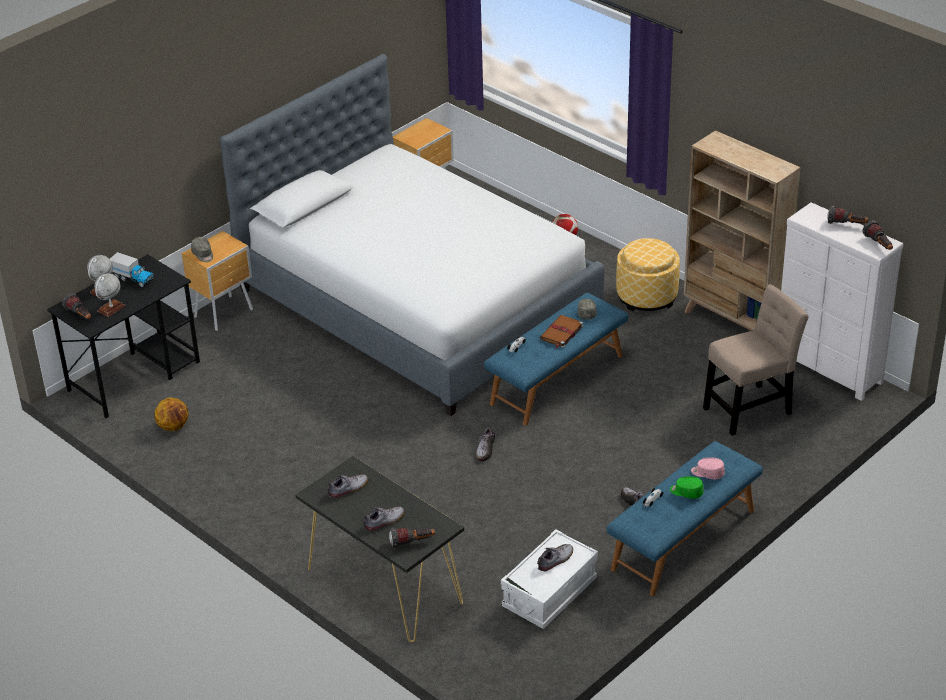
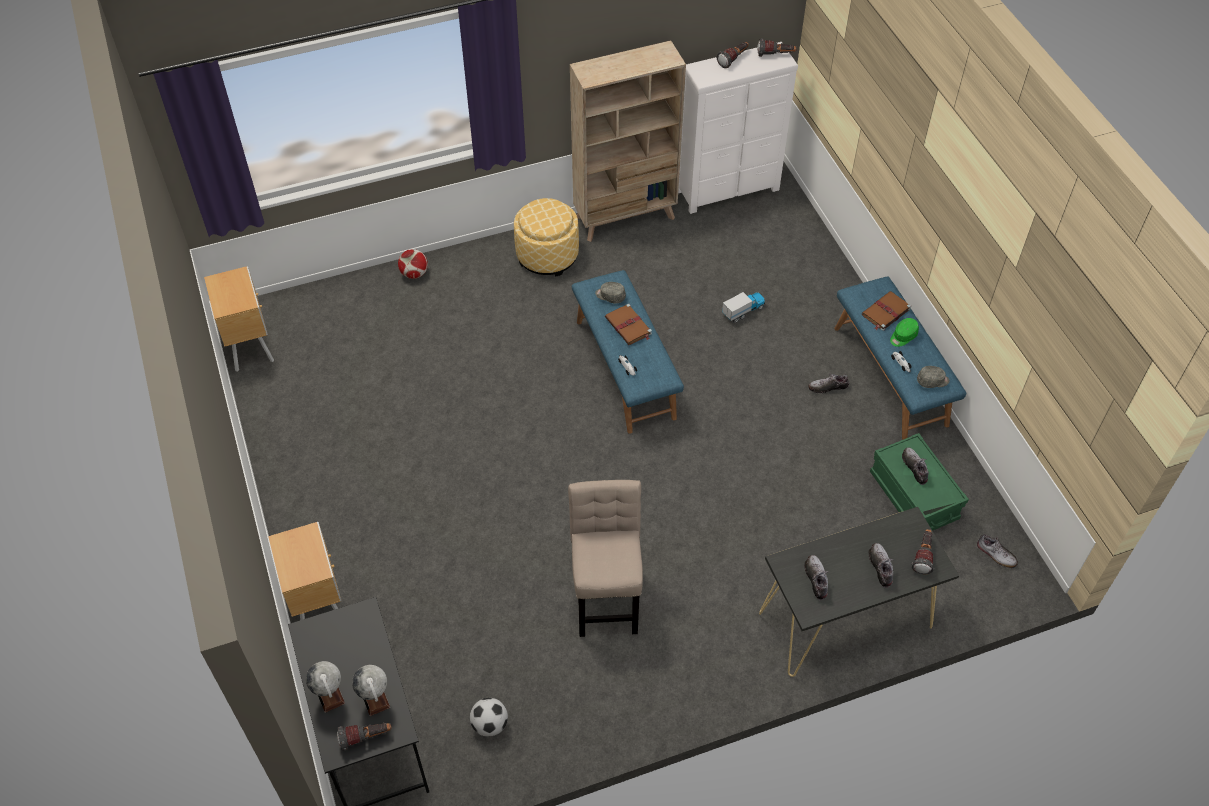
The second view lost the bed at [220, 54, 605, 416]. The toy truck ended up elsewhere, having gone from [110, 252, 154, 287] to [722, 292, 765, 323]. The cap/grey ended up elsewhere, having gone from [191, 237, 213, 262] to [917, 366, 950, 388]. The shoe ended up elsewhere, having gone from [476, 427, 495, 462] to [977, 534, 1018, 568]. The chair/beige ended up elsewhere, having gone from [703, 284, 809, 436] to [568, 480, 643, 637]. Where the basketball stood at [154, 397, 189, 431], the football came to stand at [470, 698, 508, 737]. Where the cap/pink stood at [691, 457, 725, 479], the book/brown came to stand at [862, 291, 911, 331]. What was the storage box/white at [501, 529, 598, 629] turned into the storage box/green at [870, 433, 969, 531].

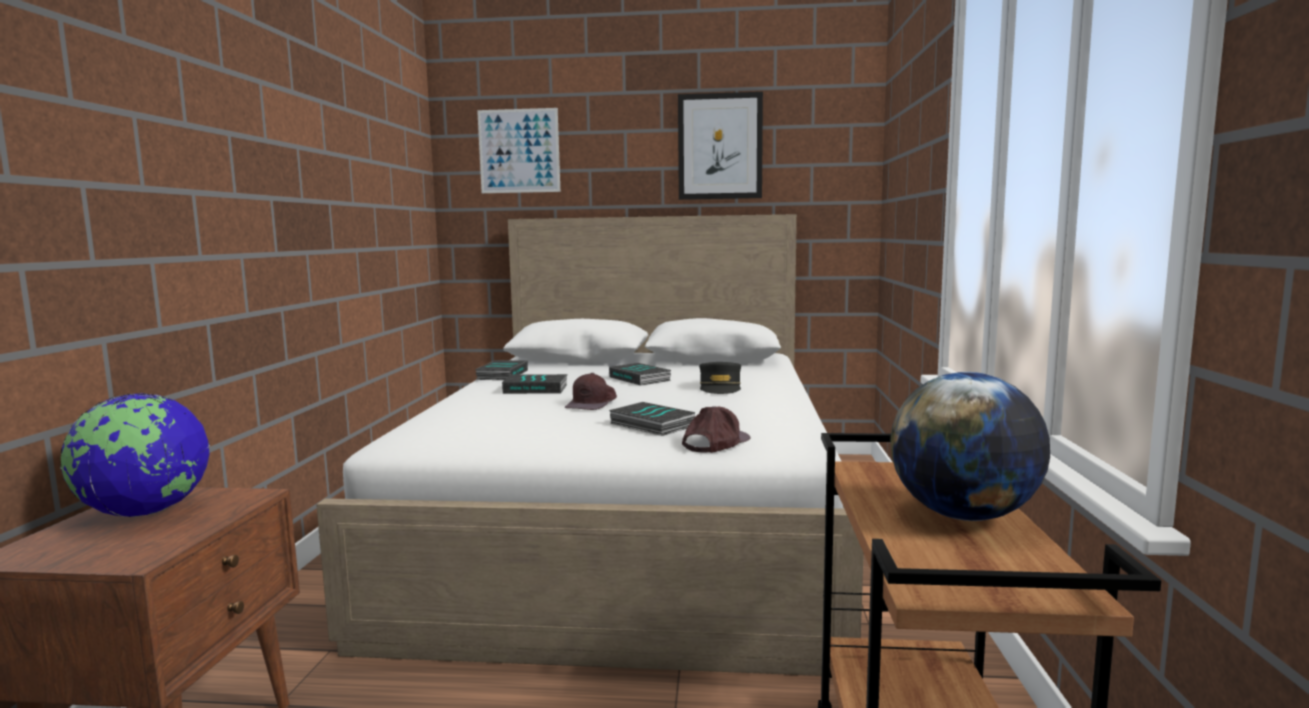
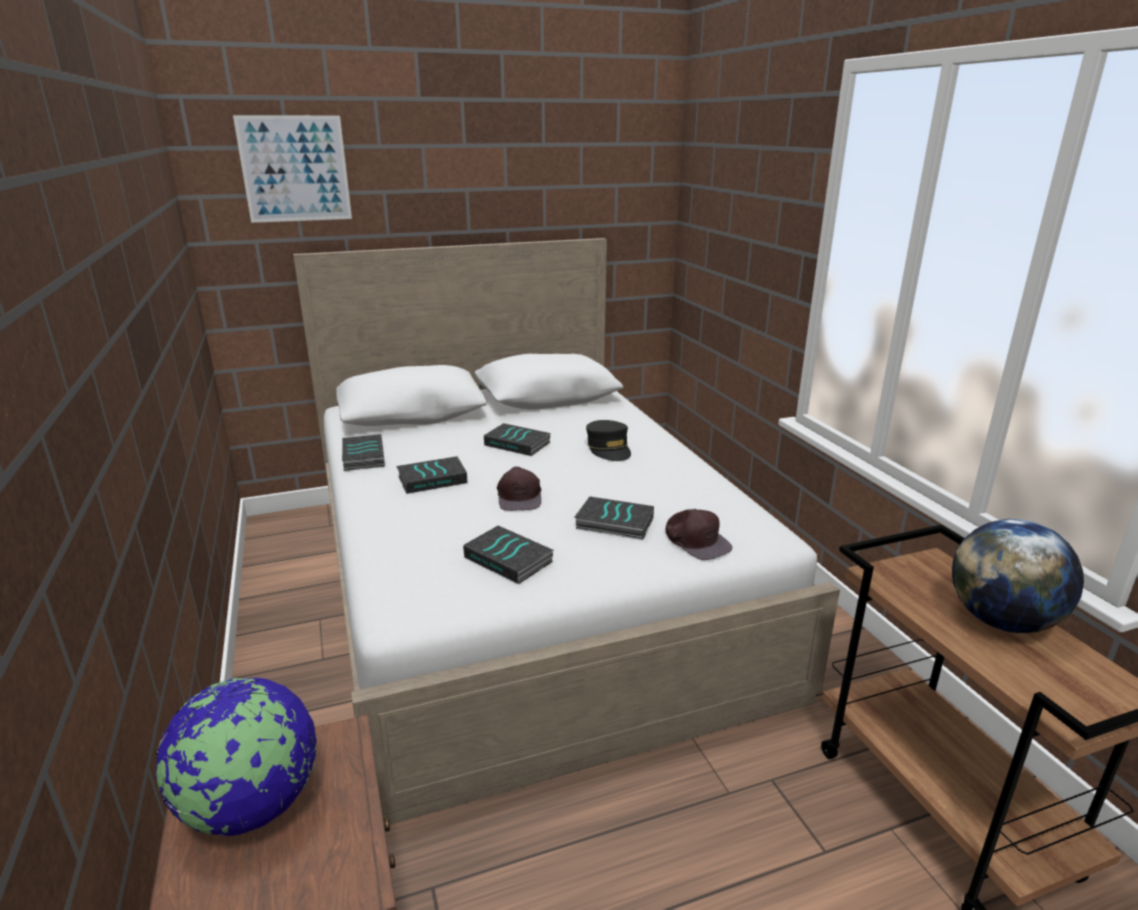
The second view lost the picture at [678, 92, 763, 200]. The second view gained the book at [463, 525, 554, 584]. The cap/brown at [682, 406, 750, 453] ended up facing another way, 135 degrees clockwise from before.

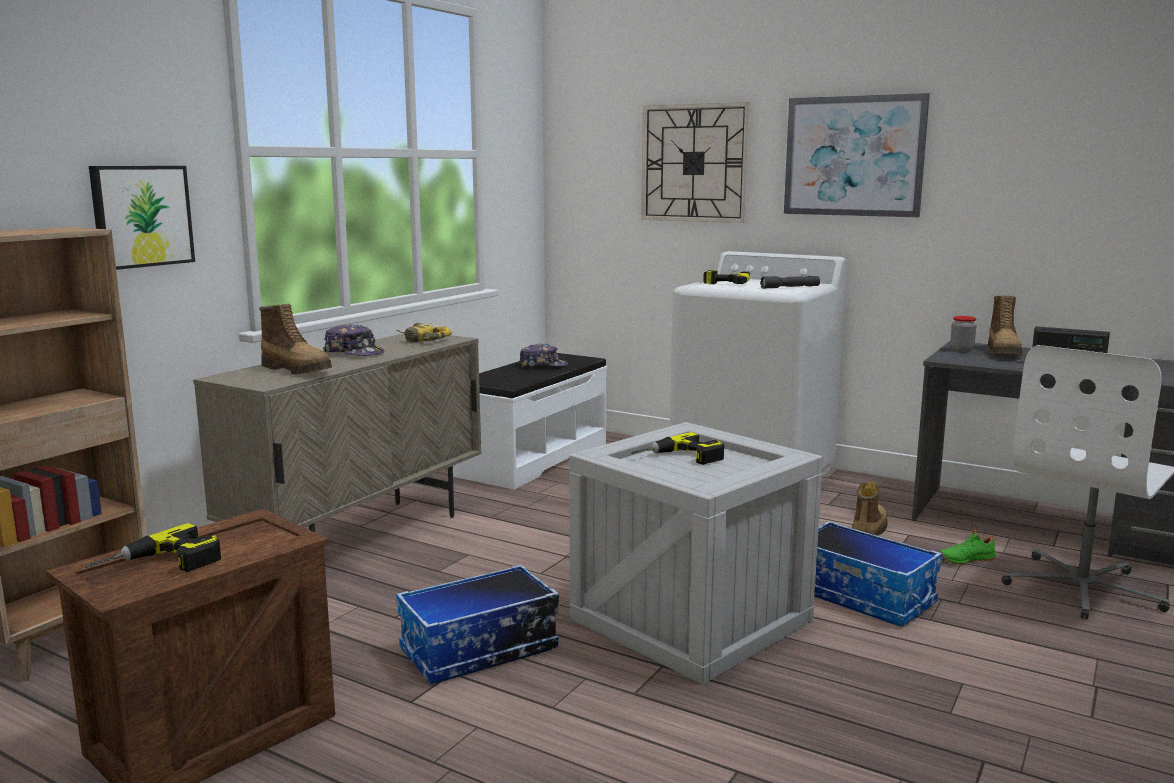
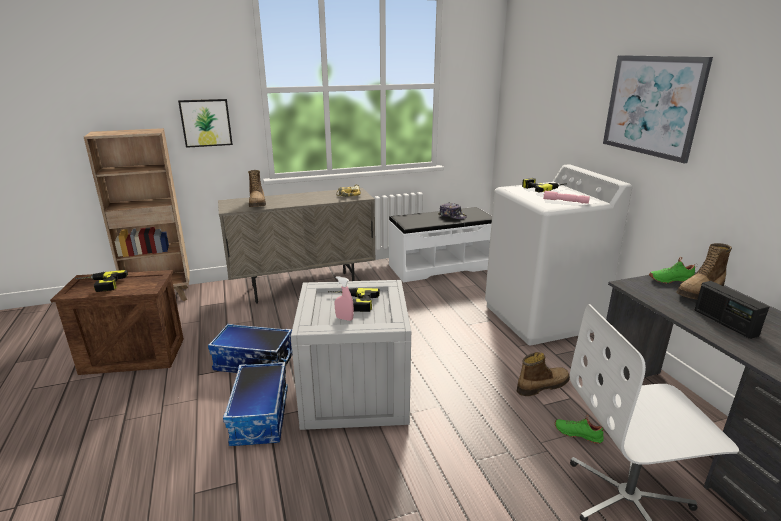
The second view lost the cap at [323, 324, 384, 356]. The second view lost the wall clock at [641, 102, 751, 223]. The second view gained the spray bottle/pink at [335, 276, 354, 321]. The storage box ended up elsewhere, having gone from [814, 521, 943, 626] to [223, 362, 288, 446]. Where the jar stood at [950, 316, 977, 352], the shoe/green came to stand at [649, 257, 698, 283]. What was the flashlight/grey at [760, 276, 820, 289] turned into the flashlight/pink at [543, 191, 590, 204].

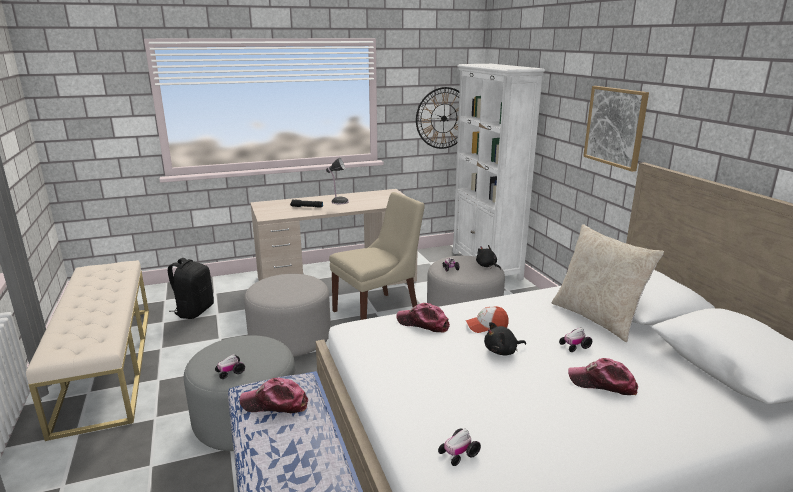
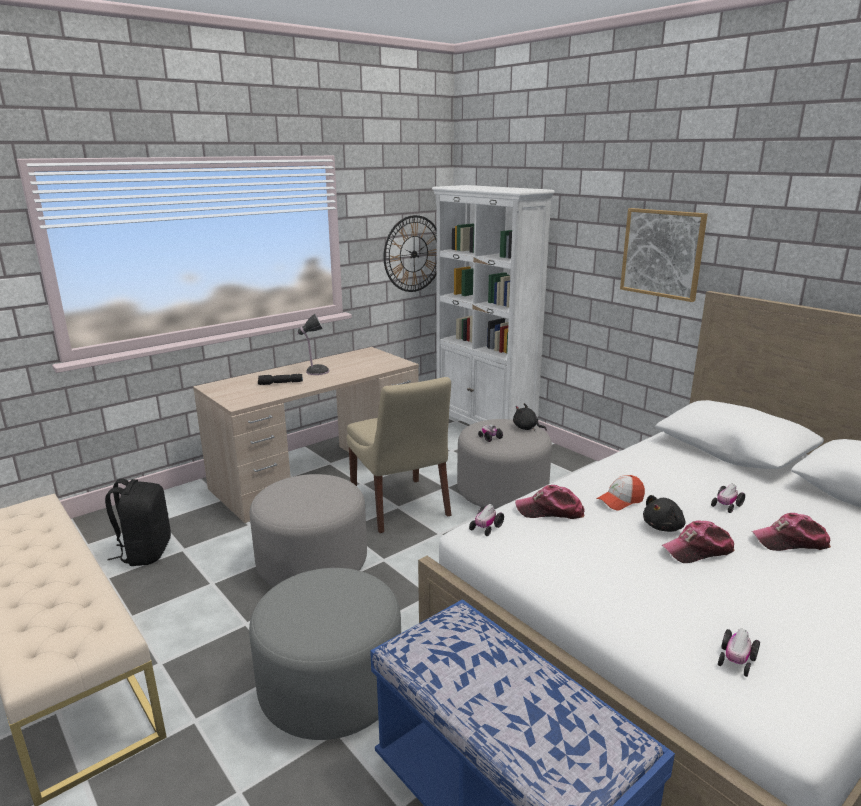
The second view lost the pillow/beige at [552, 224, 664, 342]. The toy car ended up elsewhere, having gone from [215, 354, 245, 379] to [469, 504, 504, 536]. The cap ended up elsewhere, having gone from [240, 378, 308, 413] to [661, 520, 735, 563]. The chair/beige at [329, 192, 425, 320] ended up facing another way, 120 degrees clockwise from before.

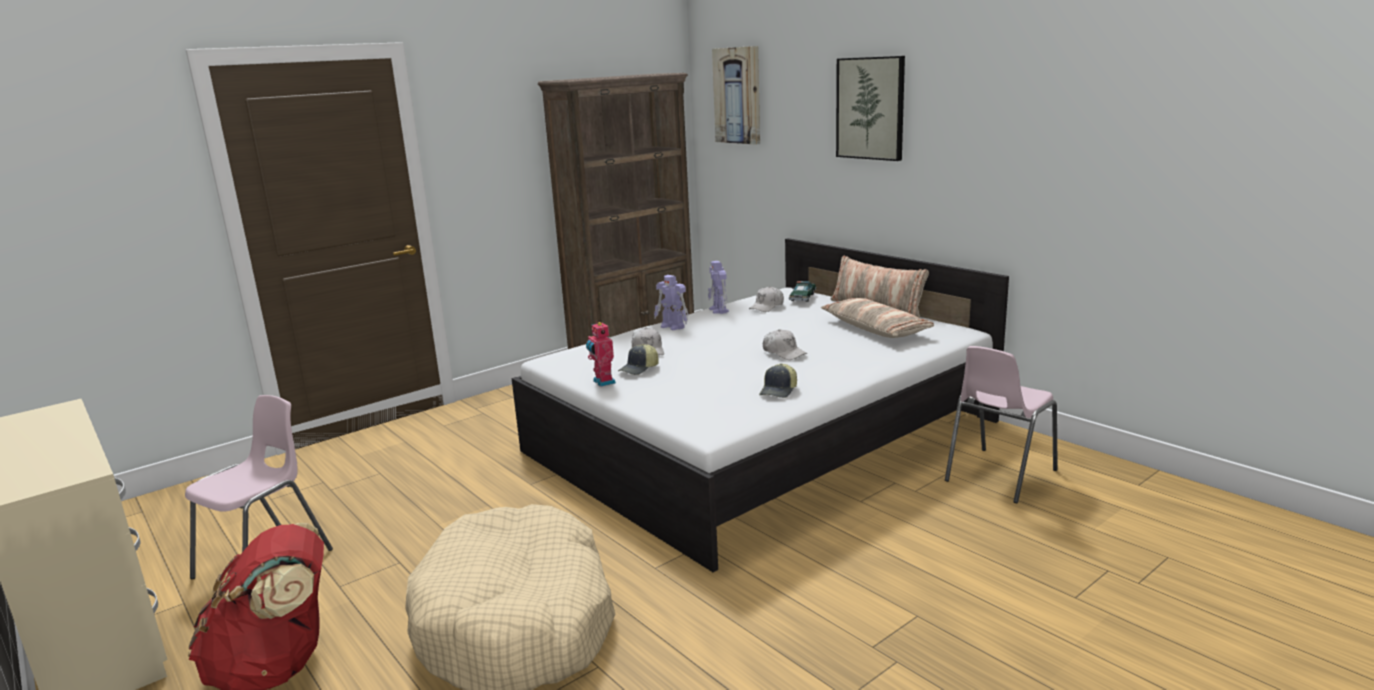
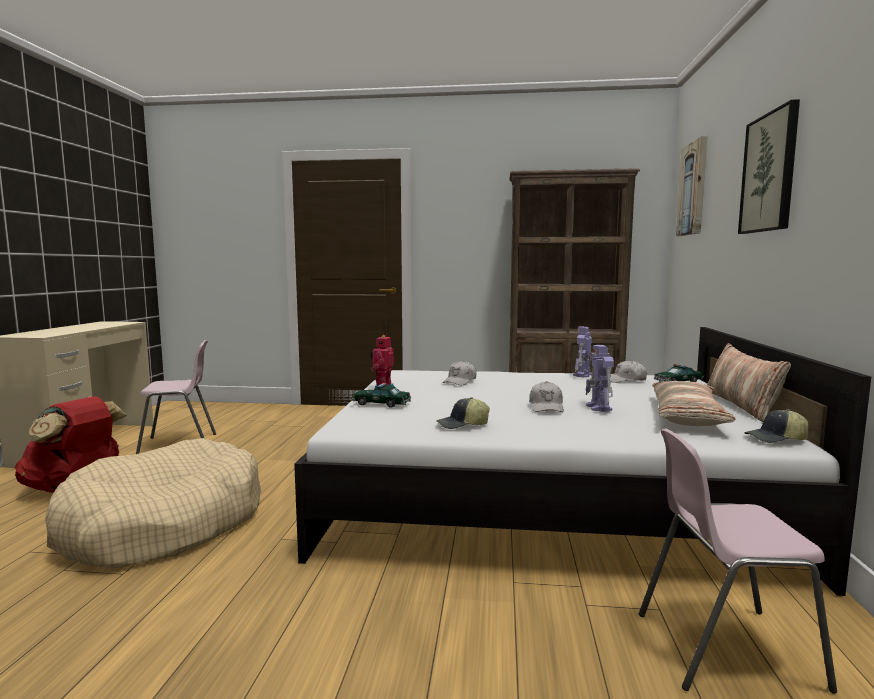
The second view gained the toy car at [352, 383, 411, 408]. The cap ended up elsewhere, having gone from [618, 344, 659, 375] to [745, 409, 809, 443]. The toy robot ended up elsewhere, having gone from [654, 275, 689, 330] to [586, 345, 614, 412].

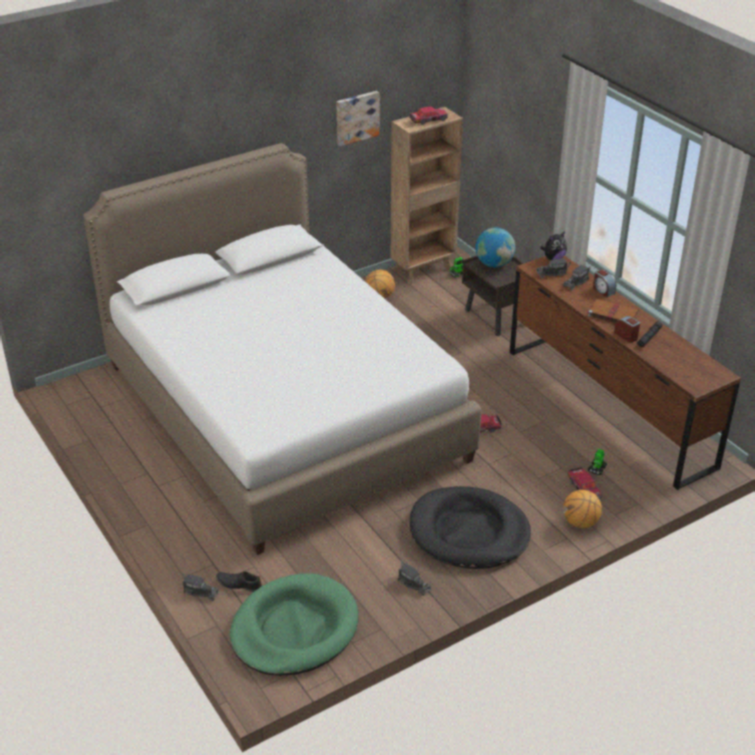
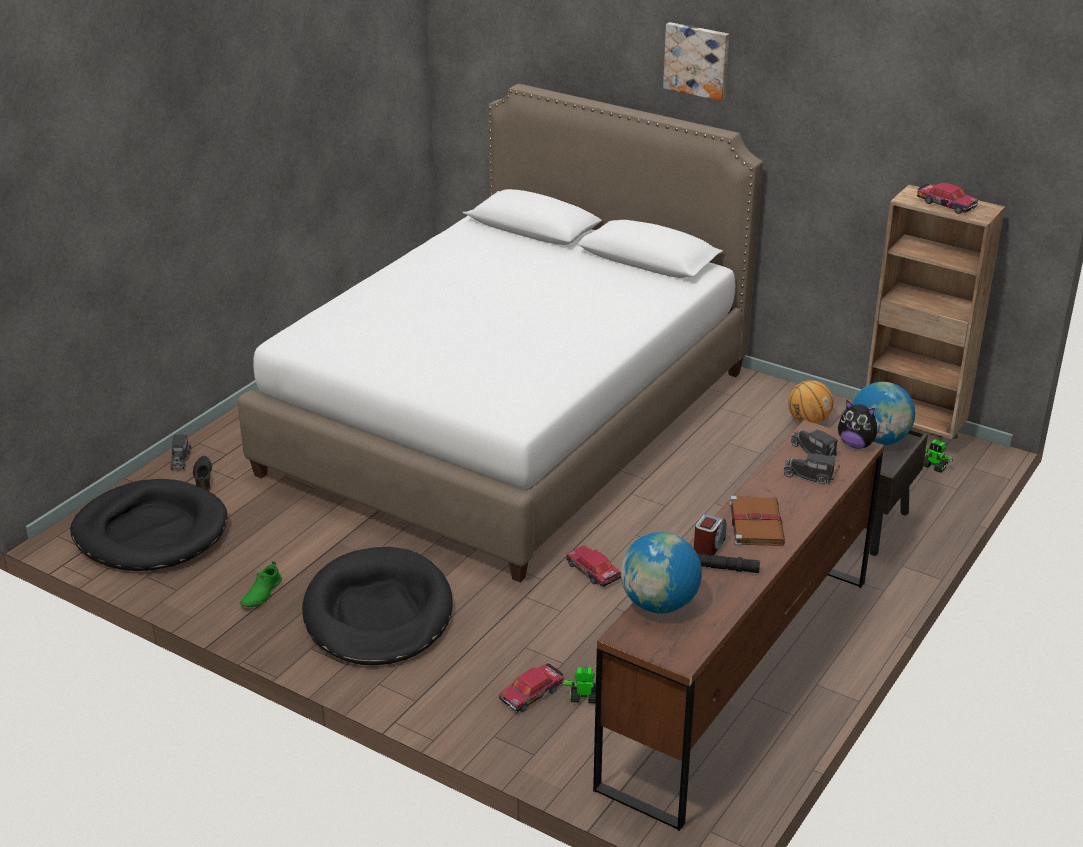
The second view lost the basketball at [563, 490, 602, 528]. The second view lost the alarm clock at [593, 269, 616, 297]. The second view gained the globe at [621, 532, 702, 614]. The picture ended up elsewhere, having gone from [336, 91, 379, 146] to [663, 22, 729, 101]. Where the toy truck stood at [398, 561, 431, 596], the shoe/green came to stand at [240, 561, 282, 607]. What was the dog bed/green at [230, 573, 359, 676] turned into the dog bed/black at [70, 479, 227, 571].

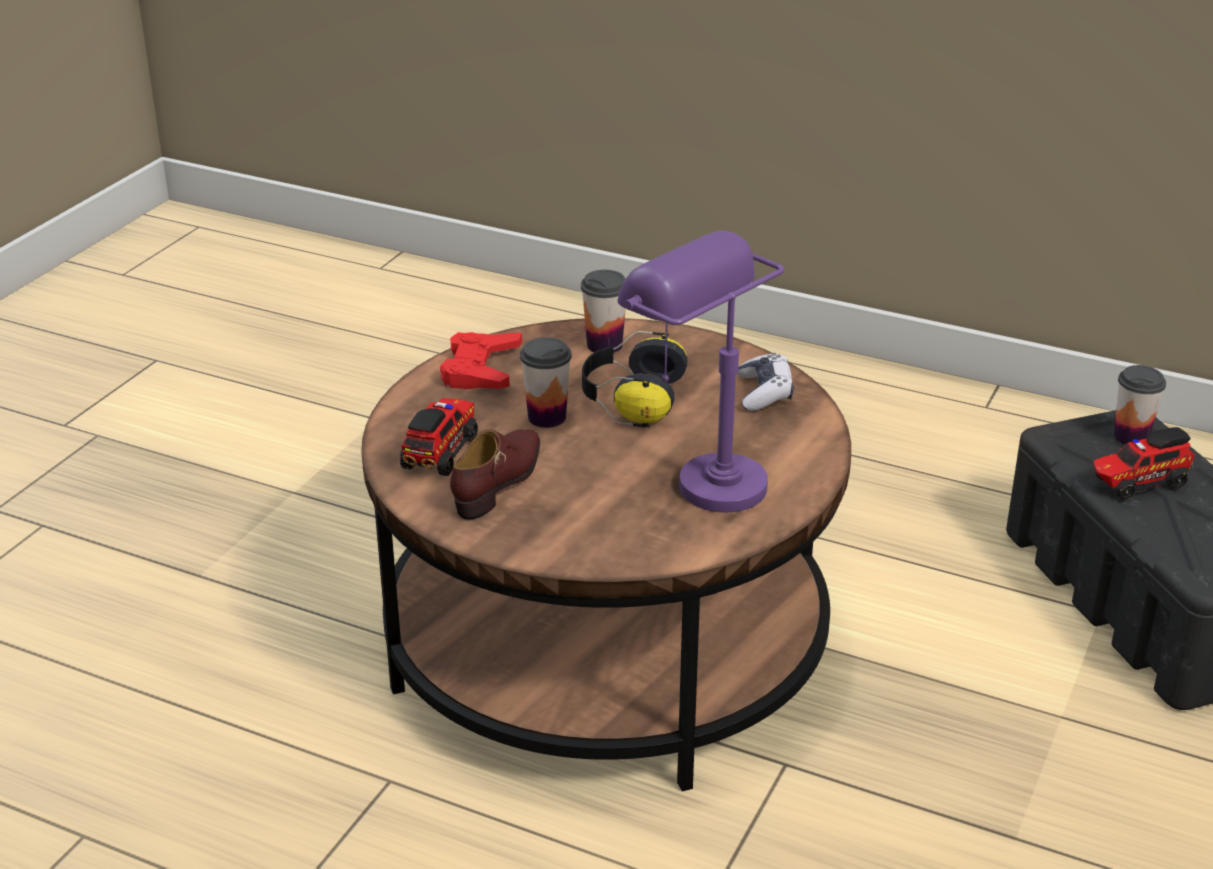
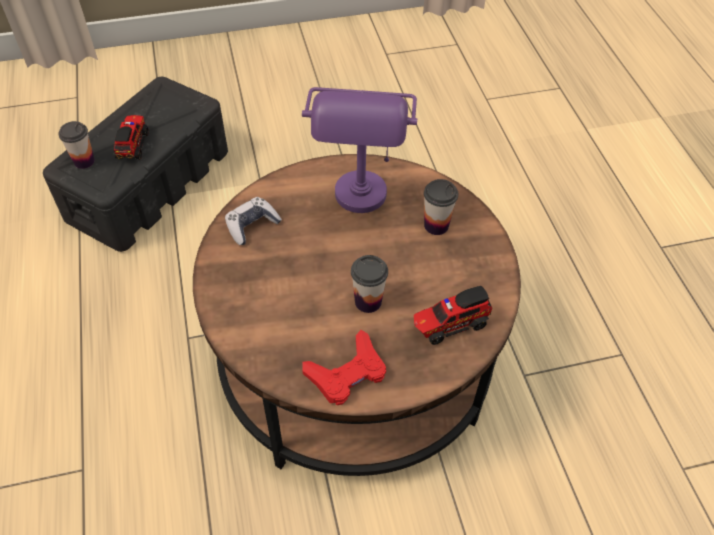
The second view lost the shoe/brown at [450, 429, 540, 520]. The second view lost the headphones at [582, 331, 687, 428]. The cup ended up elsewhere, having gone from [581, 270, 626, 353] to [424, 179, 458, 235]. The toy truck at [1094, 427, 1195, 500] ended up facing another way, 120 degrees counterclockwise from before.

